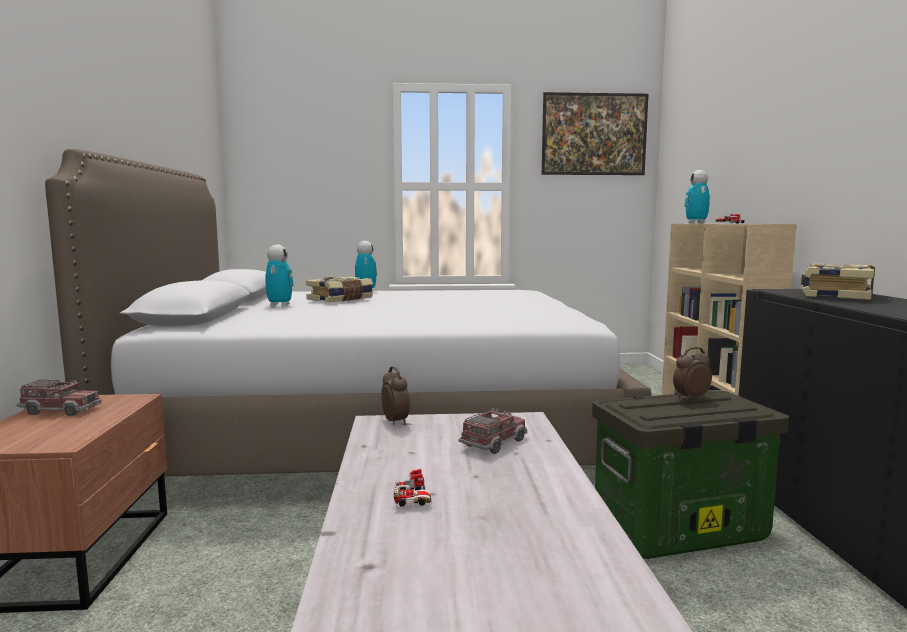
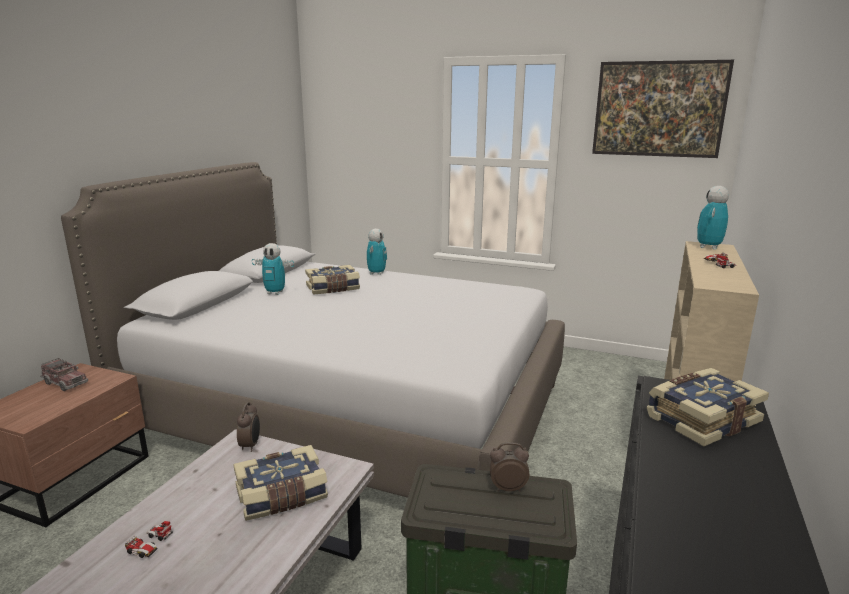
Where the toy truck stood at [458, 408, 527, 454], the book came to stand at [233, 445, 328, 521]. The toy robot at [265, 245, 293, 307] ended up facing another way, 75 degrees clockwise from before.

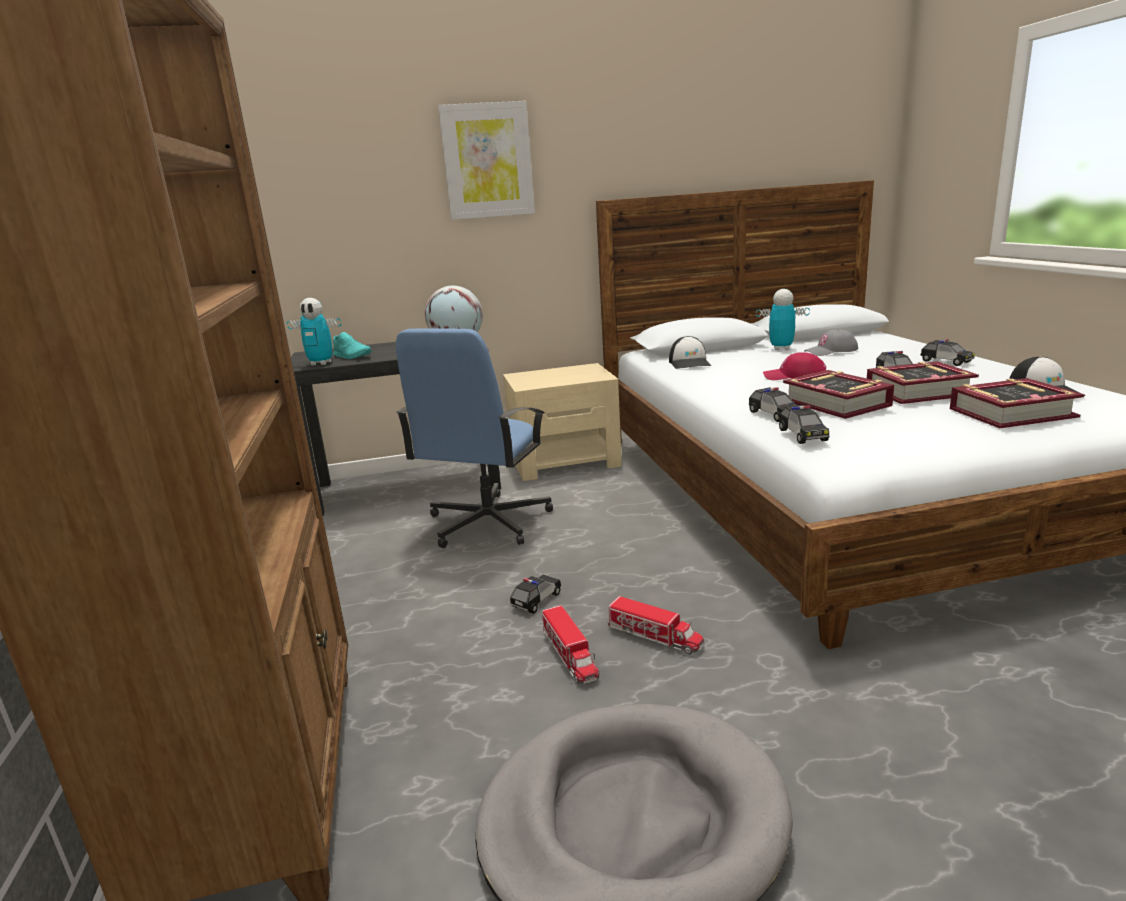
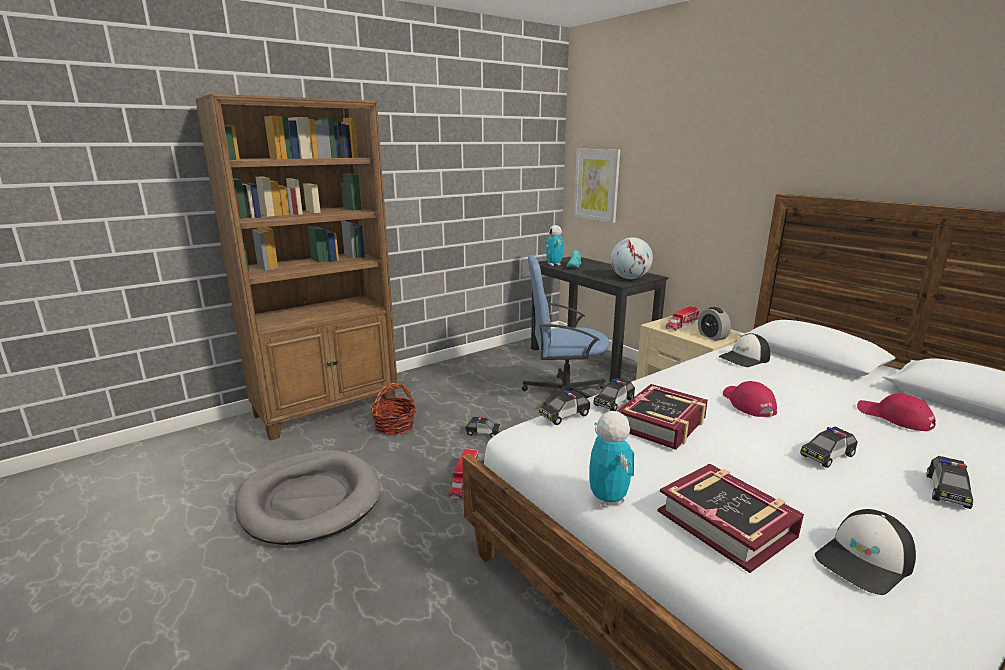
The second view lost the book at [867, 361, 979, 404]. The second view gained the basket at [371, 383, 416, 435]. The second view gained the alarm clock at [698, 307, 731, 341]. The picture ended up elsewhere, having gone from [438, 101, 535, 220] to [574, 149, 620, 223]. The toy truck ended up elsewhere, having gone from [542, 605, 599, 684] to [666, 306, 700, 331]. The toy robot ended up elsewhere, having gone from [756, 289, 810, 350] to [589, 411, 634, 507]. What was the cap/grey at [804, 329, 858, 356] turned into the cap/red at [857, 394, 936, 431].

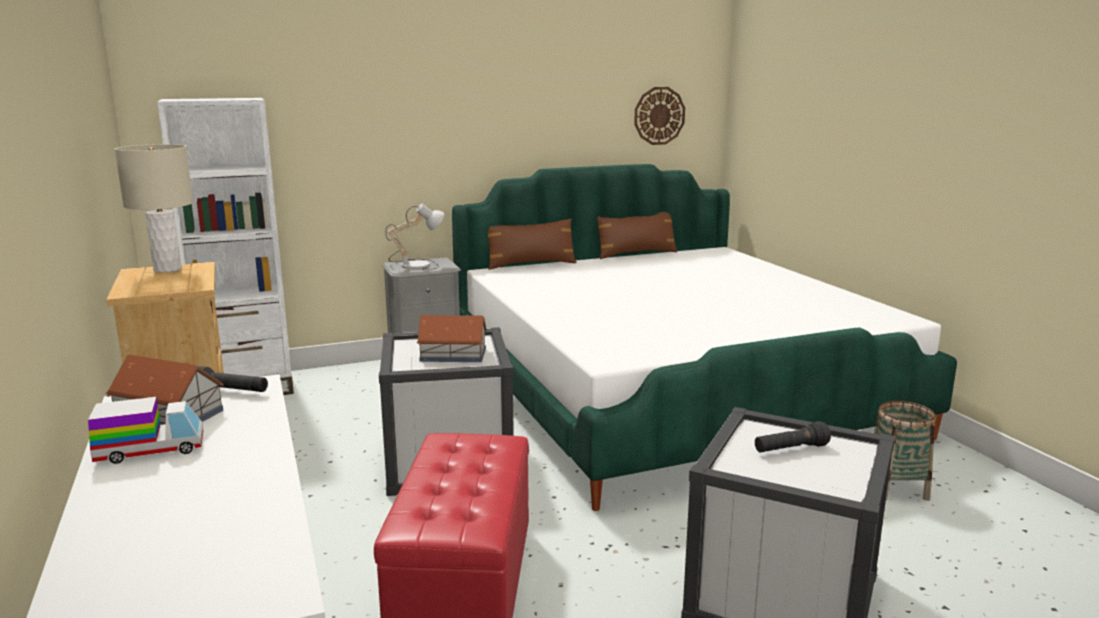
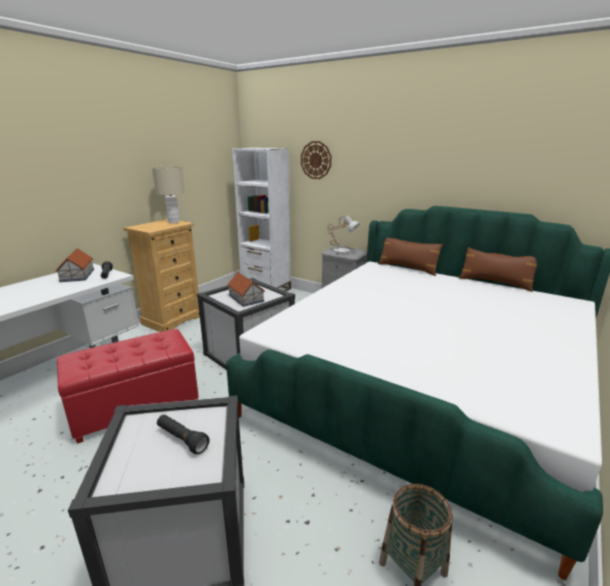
The second view lost the toy truck at [88, 397, 204, 464]. The wall clock ended up elsewhere, having gone from [634, 87, 685, 145] to [301, 141, 331, 179].

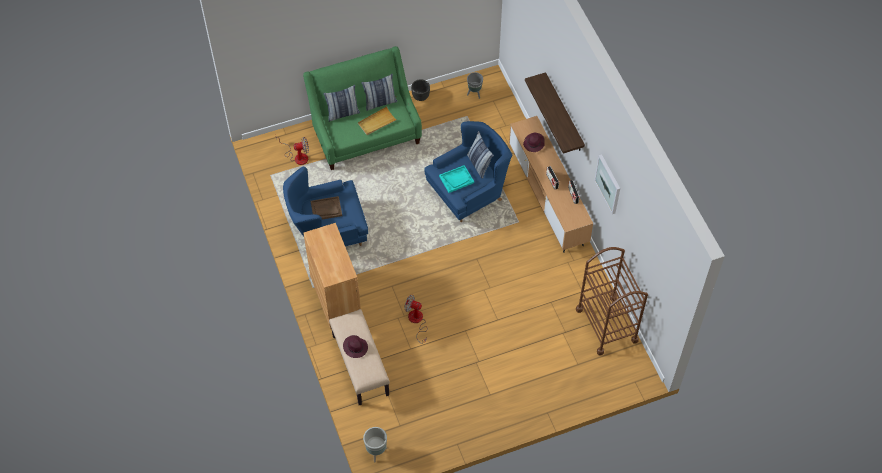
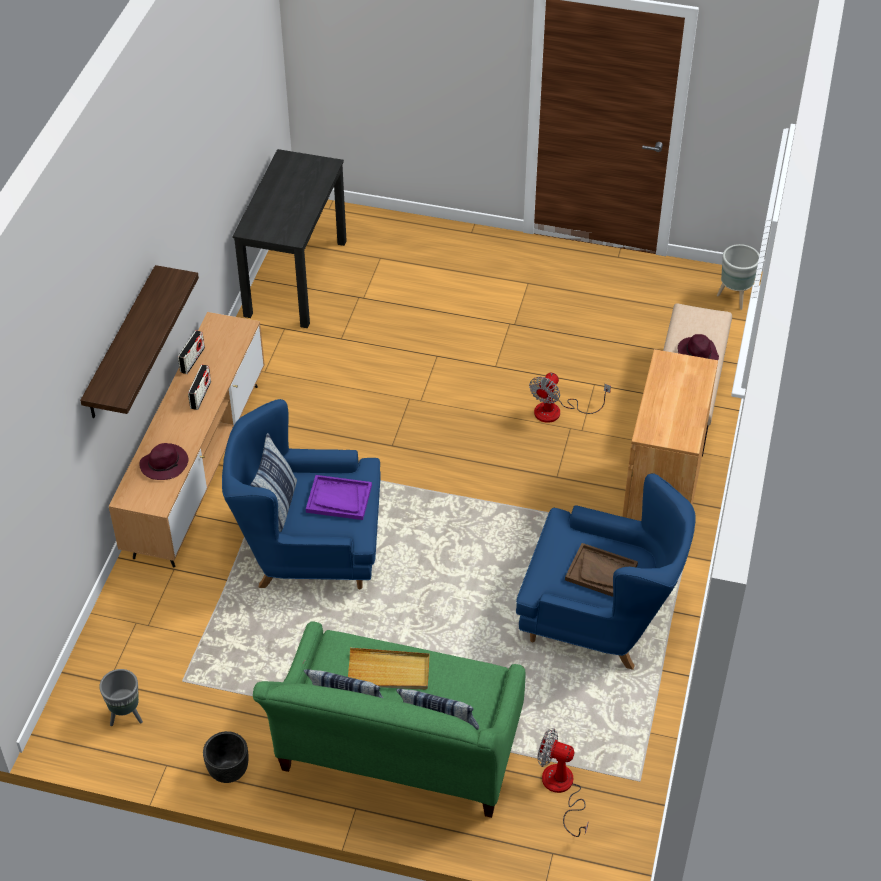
The second view lost the picture at [594, 154, 620, 214]. Where the cart/brown stood at [576, 247, 648, 355], the desk/black came to stand at [232, 149, 347, 328]. What was the tray/turquoise at [439, 165, 474, 193] turned into the tray/purple at [306, 475, 372, 520]. The fan at [404, 295, 426, 344] ended up facing another way, 60 degrees clockwise from before.

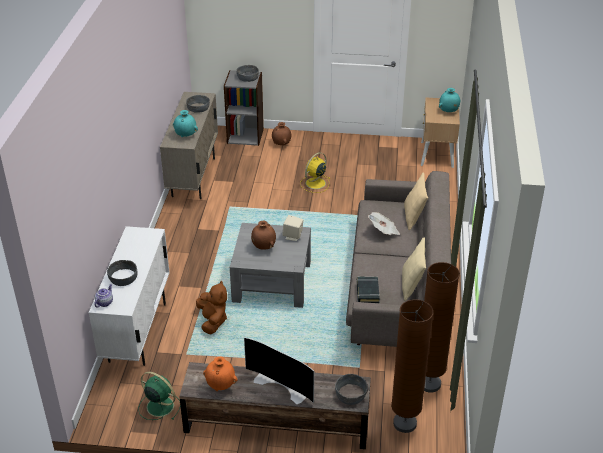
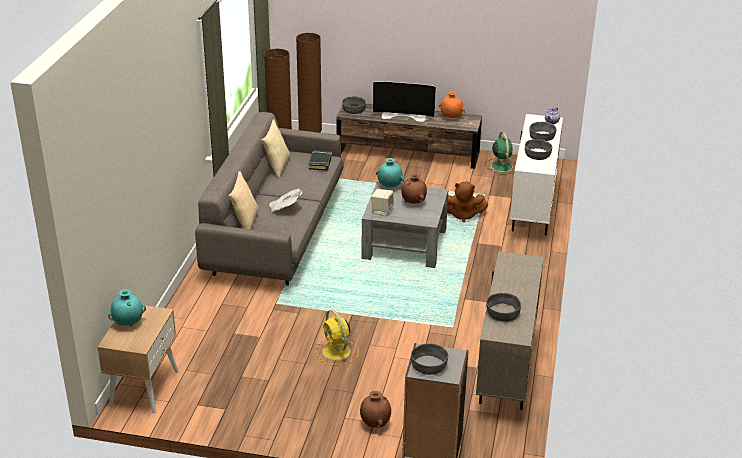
The second view gained the bowl/grey at [525, 139, 552, 160]. The vase/turquoise ended up elsewhere, having gone from [173, 110, 198, 137] to [376, 158, 404, 187]. The fan/green at [138, 372, 180, 420] ended up facing another way, 135 degrees counterclockwise from before. The plush toy/brown at [196, 281, 227, 334] ended up facing another way, 75 degrees counterclockwise from before. The television at [244, 337, 314, 404] ended up facing another way, 150 degrees clockwise from before. The fan/yellow at [300, 152, 331, 193] ended up facing another way, 105 degrees clockwise from before.

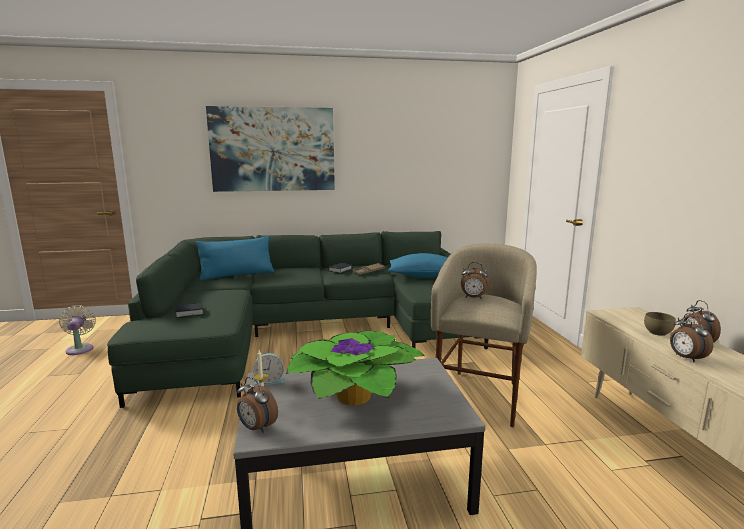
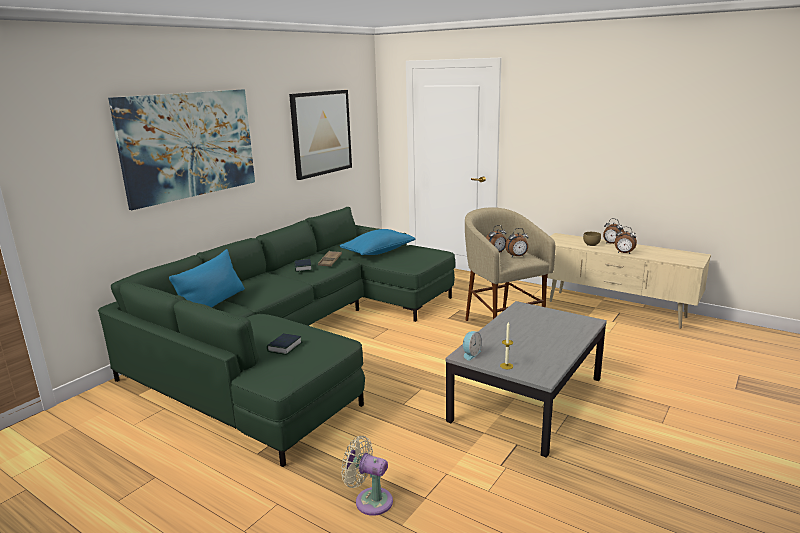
The second view lost the potted plant at [286, 331, 424, 405]. The second view gained the picture at [289, 90, 352, 180]. The fan/beige ended up elsewhere, having gone from [59, 305, 96, 355] to [341, 436, 393, 516]. The alarm clock ended up elsewhere, having gone from [237, 377, 278, 433] to [505, 228, 529, 257].

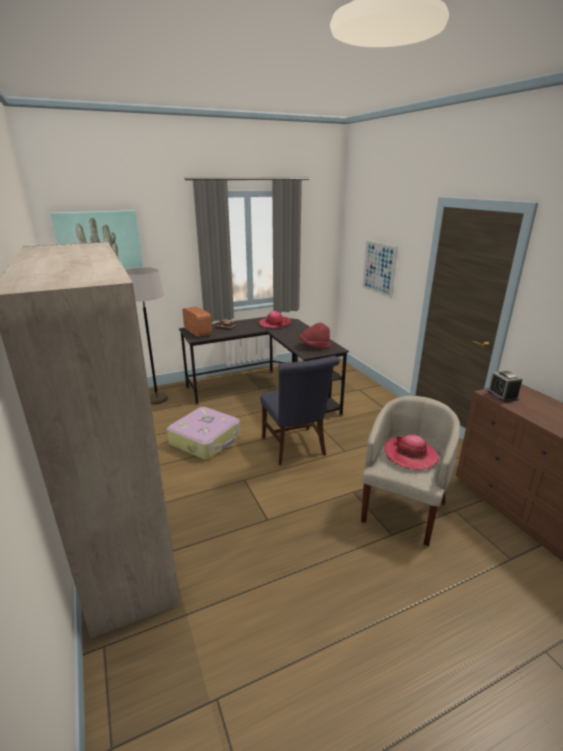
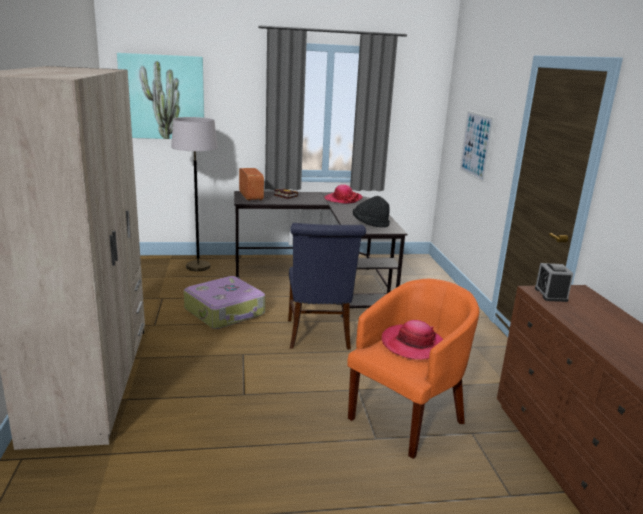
What was the hat/red at [300, 322, 330, 348] turned into the hat/black at [353, 196, 390, 228]. What was the armchair/beige at [361, 396, 460, 546] turned into the armchair/orange at [347, 279, 479, 459].

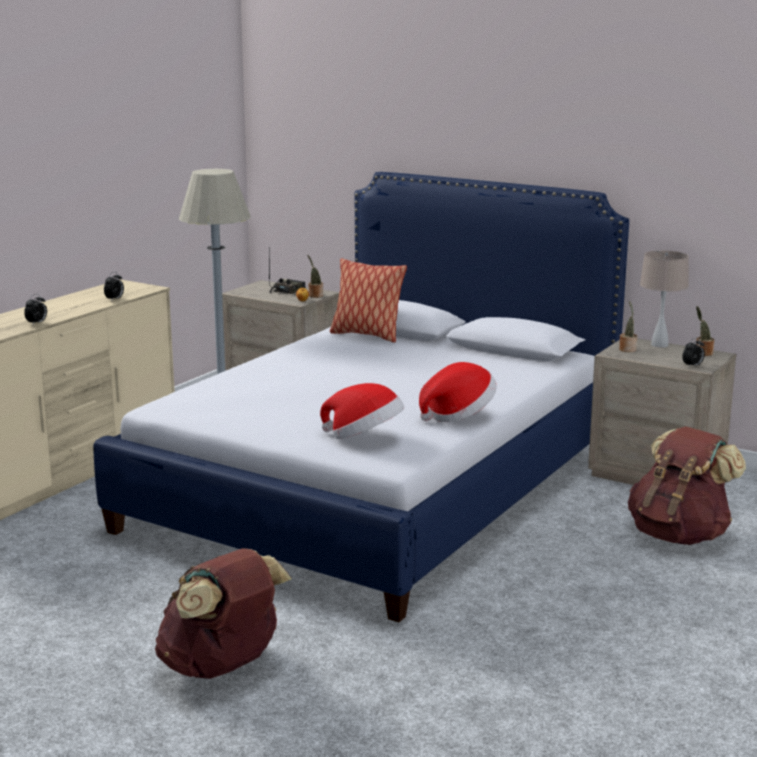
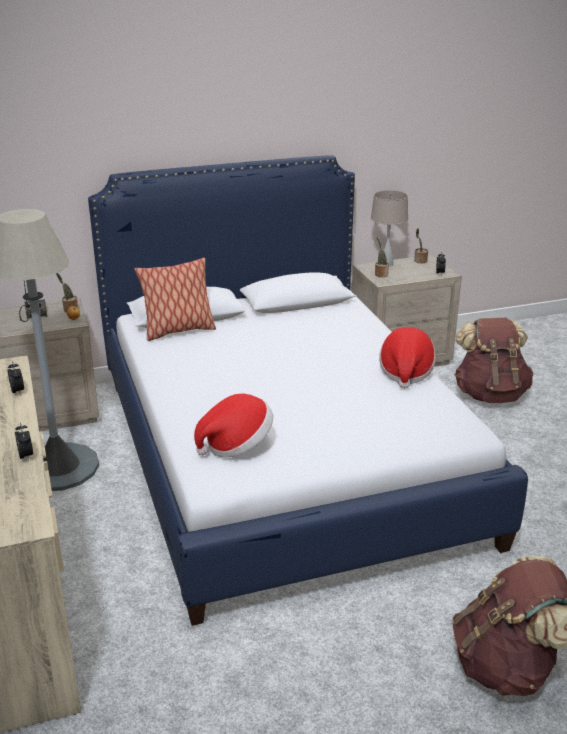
The hat ended up elsewhere, having gone from [320, 383, 404, 439] to [194, 394, 273, 458].

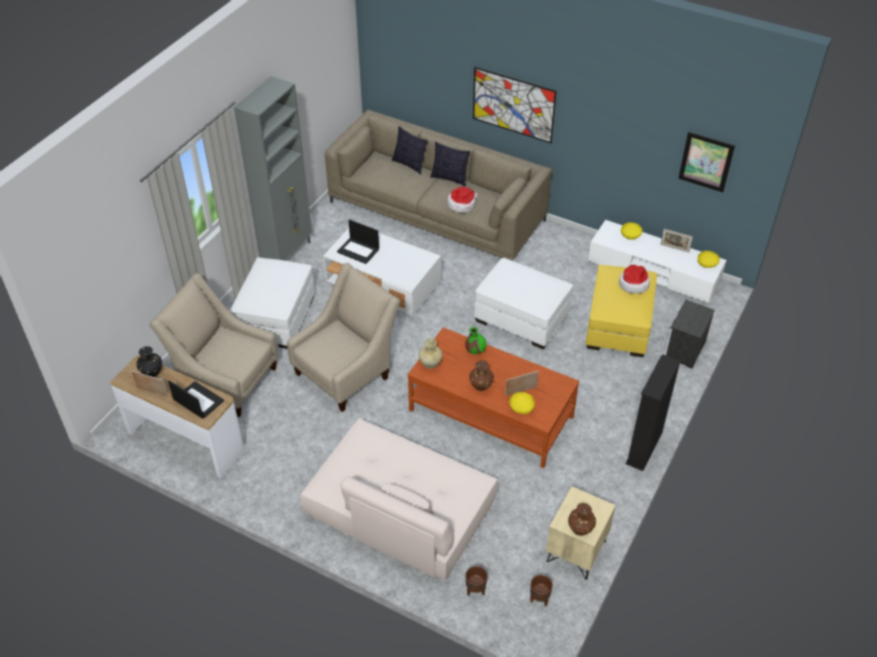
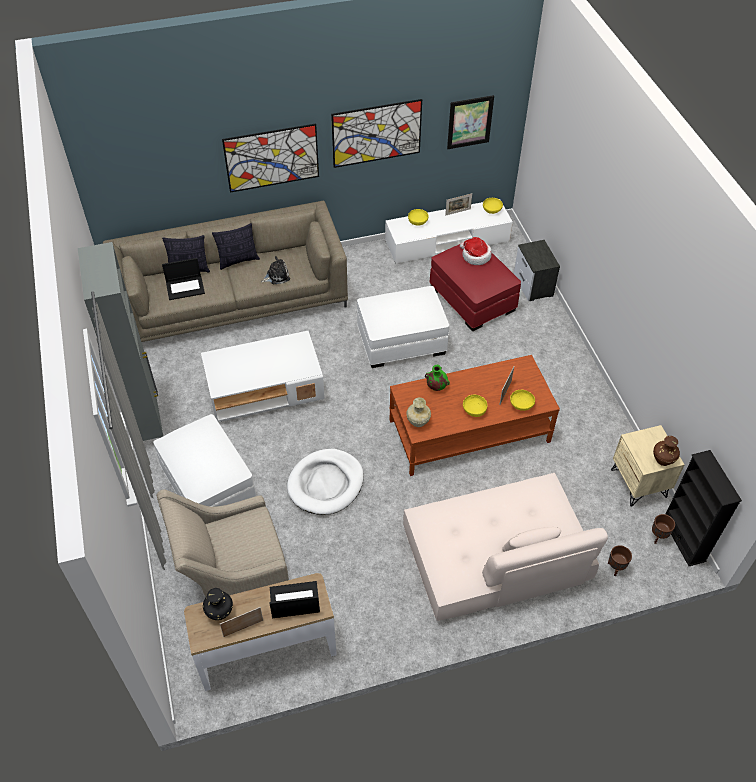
The second view gained the picture at [331, 99, 422, 168]. The laptop ended up elsewhere, having gone from [337, 219, 379, 264] to [162, 258, 205, 300]. The bookcase/black ended up elsewhere, having gone from [626, 354, 681, 471] to [666, 450, 742, 566]. Where the armchair/beige stood at [287, 263, 400, 412], the dog bed/white came to stand at [287, 449, 364, 515]. Where the hat stood at [447, 187, 478, 213], the plush toy came to stand at [261, 256, 290, 285]. Where the vase/brown stood at [469, 360, 494, 391], the bowl/yellow came to stand at [463, 395, 487, 417]. What was the ottoman/yellow at [586, 265, 657, 357] turned into the ottoman/red at [429, 244, 521, 331].

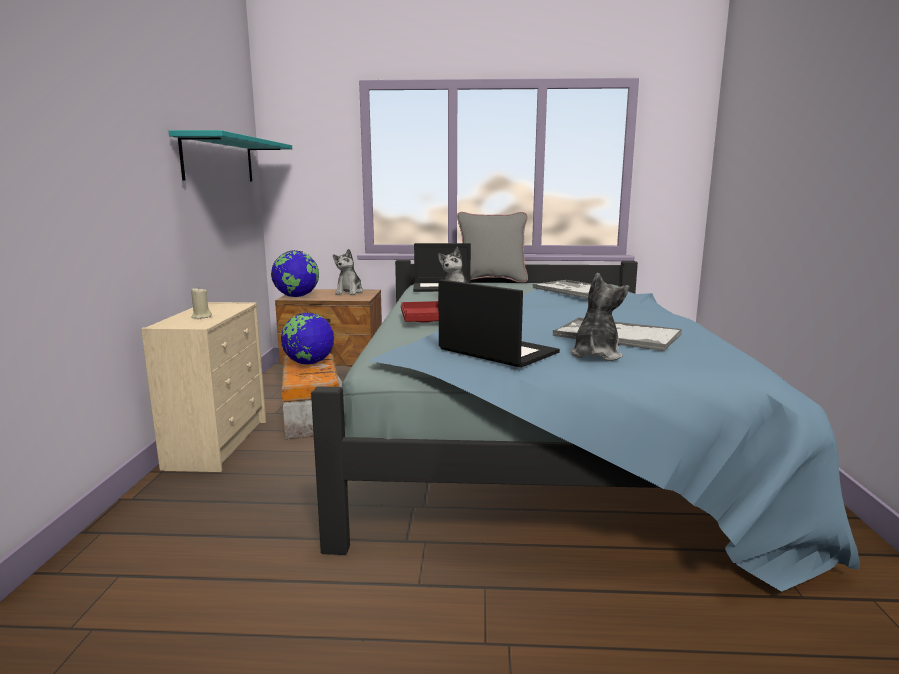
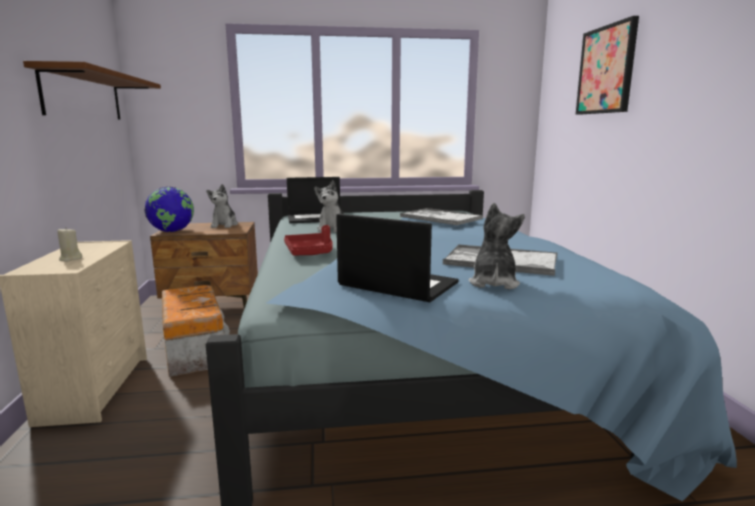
The second view lost the globe at [281, 313, 334, 364]. The second view lost the pillow/grey at [457, 212, 528, 283]. The second view gained the picture at [575, 16, 639, 115]. What was the shelf/turquoise at [169, 130, 292, 182] turned into the shelf/brown at [23, 61, 161, 120].

